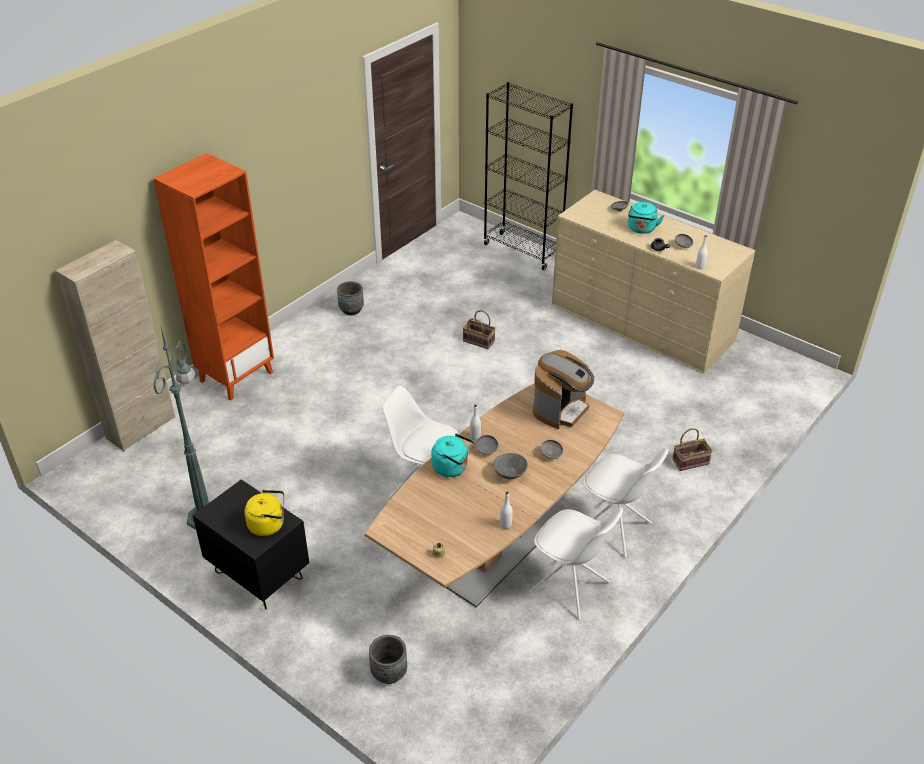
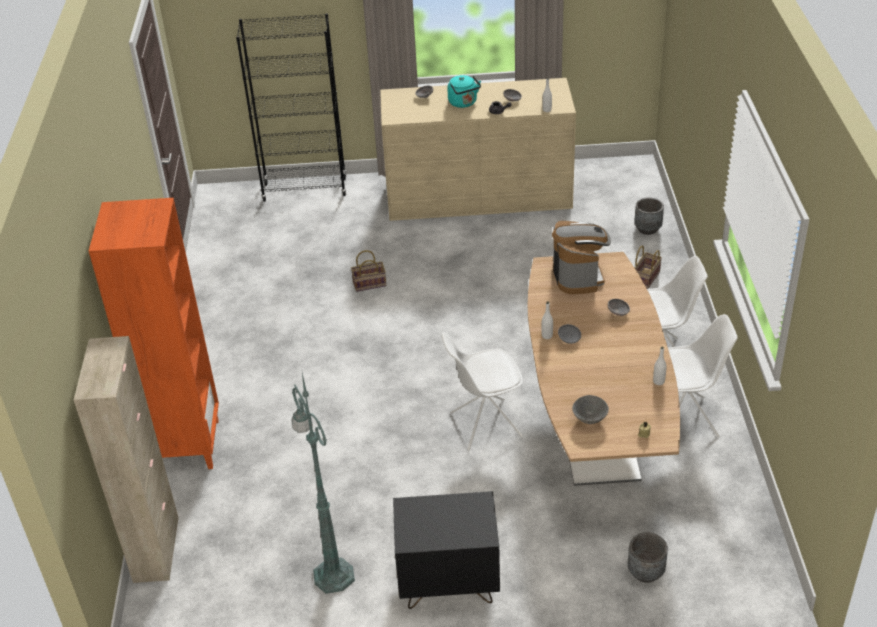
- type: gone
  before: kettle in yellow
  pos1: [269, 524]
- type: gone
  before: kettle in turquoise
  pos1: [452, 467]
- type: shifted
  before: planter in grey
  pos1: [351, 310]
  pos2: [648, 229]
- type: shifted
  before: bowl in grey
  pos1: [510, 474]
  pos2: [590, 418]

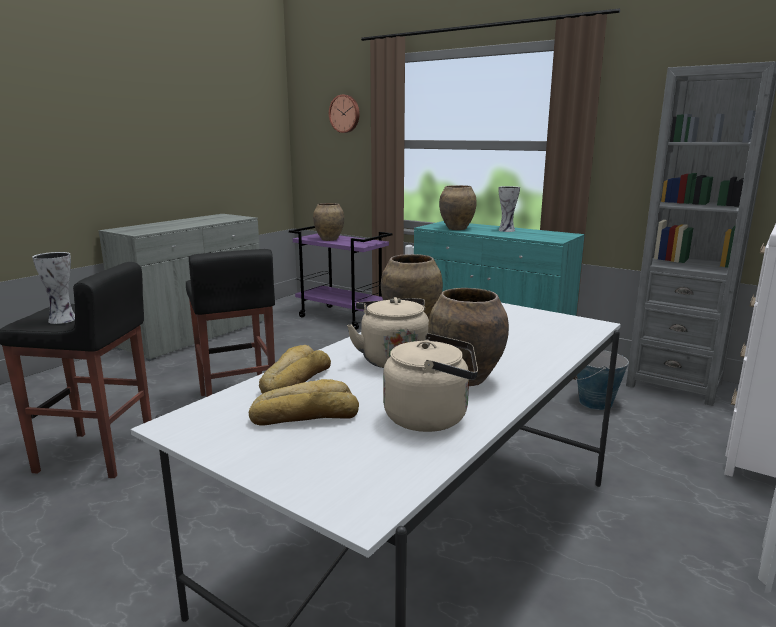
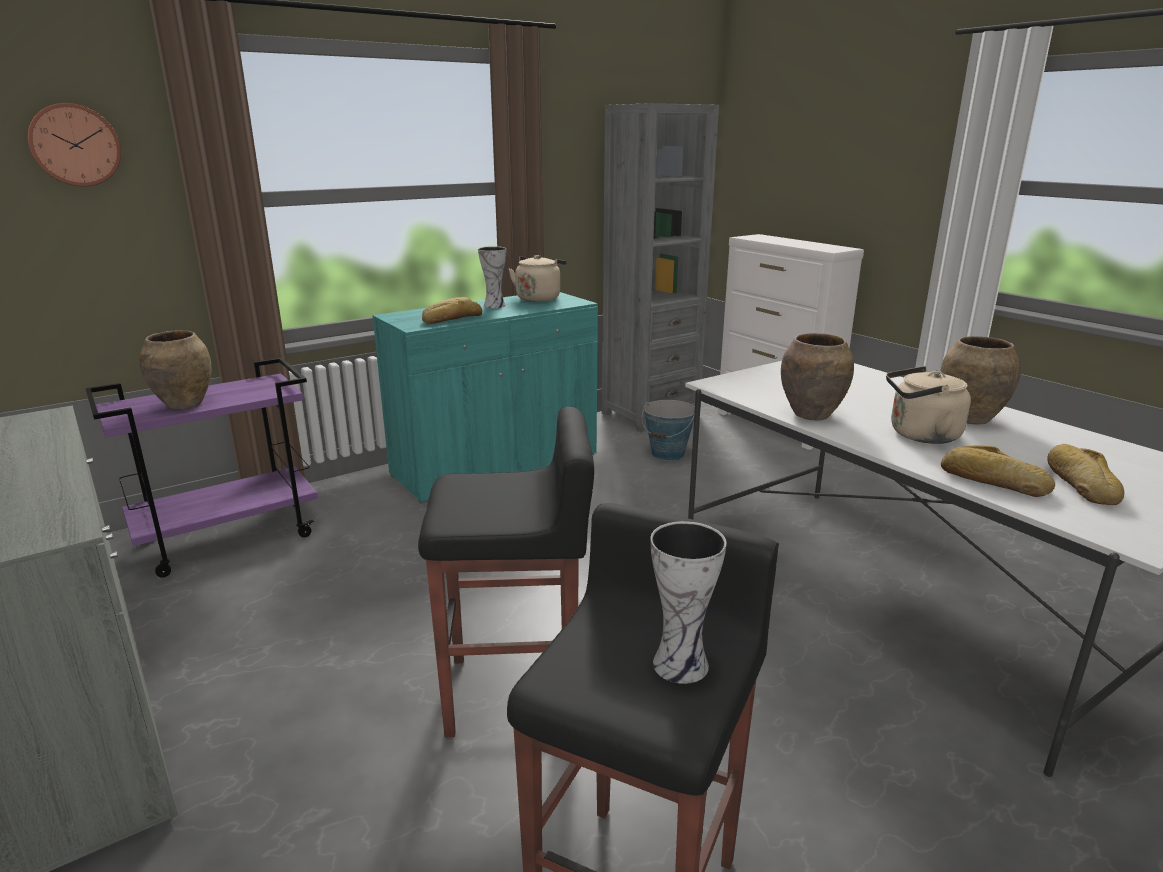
- type: shifted
  before: kettle in beige
  pos1: [431, 417]
  pos2: [539, 298]
- type: swapped
  before: vase in brown
  after: bread
  pos1: [457, 229]
  pos2: [451, 318]

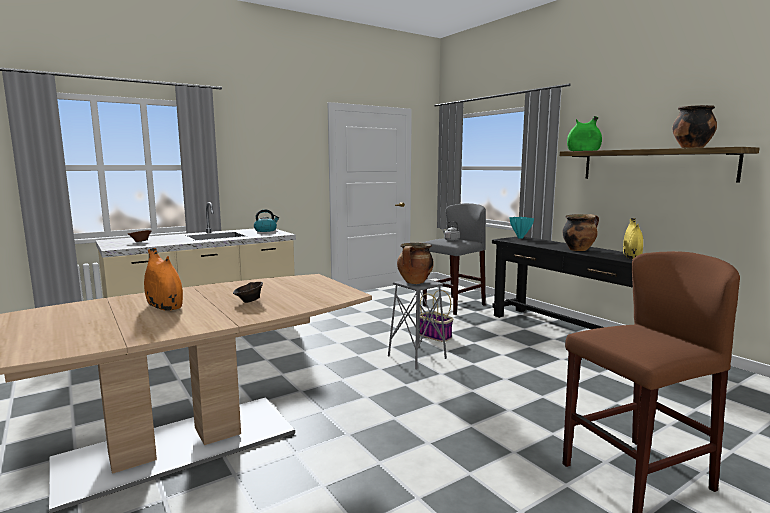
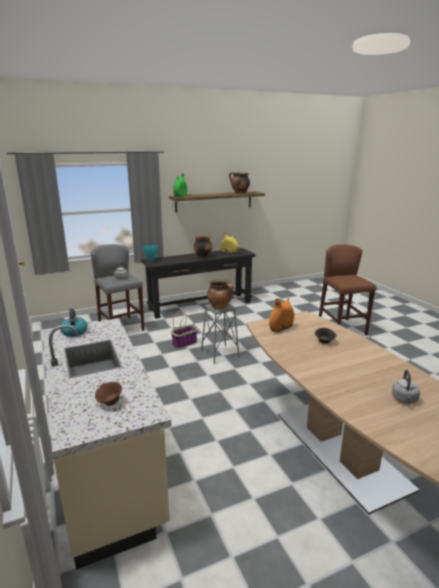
- type: new
  after: kettle in grey
  pos2: [404, 400]
- type: shifted
  before: vase in orange
  pos1: [164, 306]
  pos2: [281, 328]

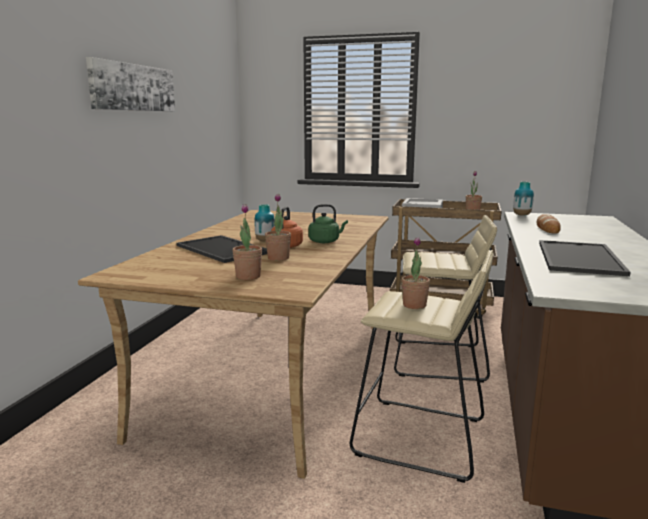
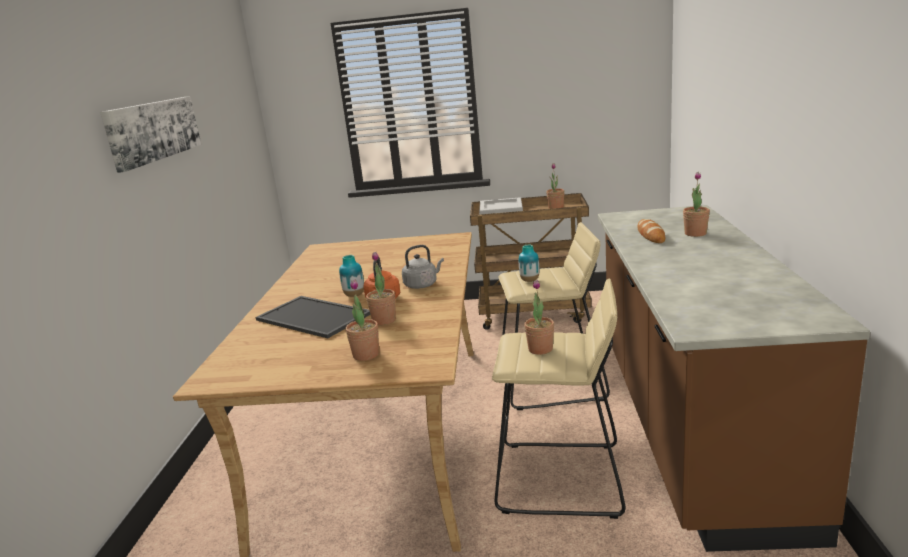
- type: gone
  before: tray
  pos1: [581, 258]
- type: new
  after: potted plant
  pos2: [695, 233]
- type: shifted
  before: vase
  pos1: [521, 215]
  pos2: [529, 280]
- type: repainted
  before: kettle in green
  after: kettle in grey
  pos1: [325, 241]
  pos2: [422, 285]

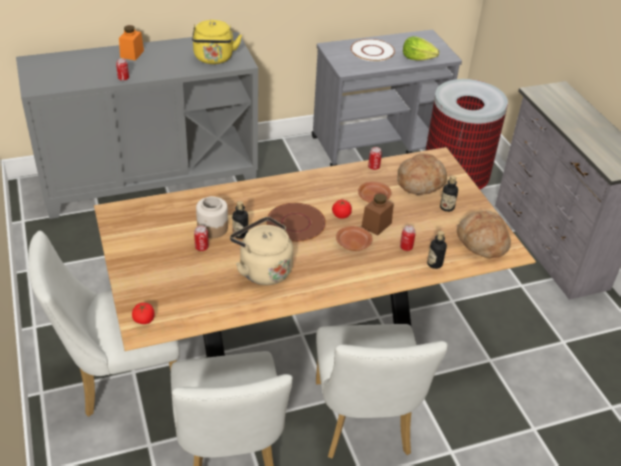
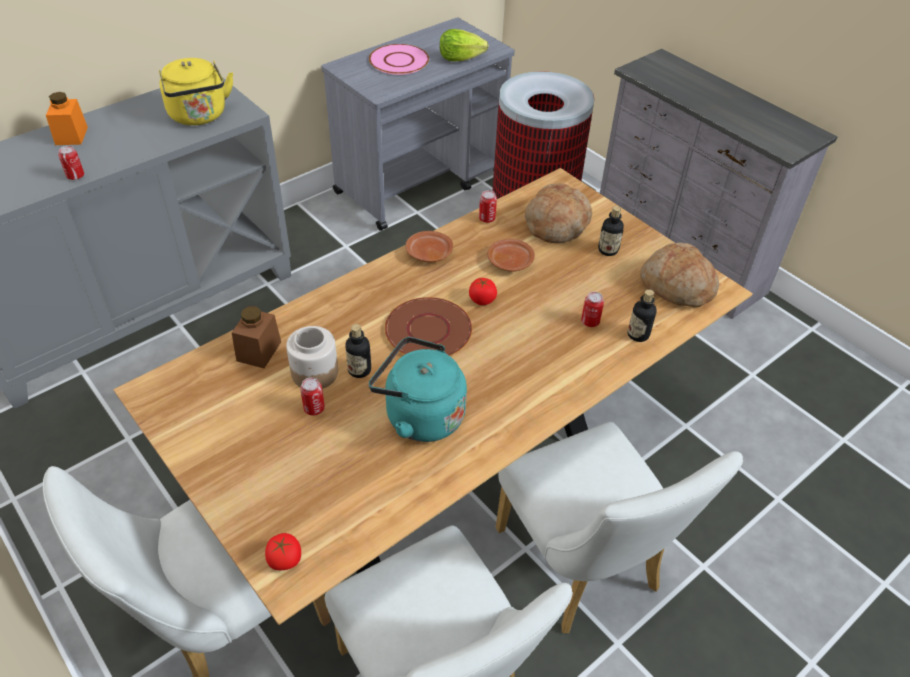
- type: shifted
  before: plate in brown
  pos1: [353, 243]
  pos2: [428, 253]
- type: shifted
  before: jar in brown
  pos1: [376, 225]
  pos2: [259, 351]
- type: repainted
  before: kettle in beige
  after: kettle in turquoise
  pos1: [263, 269]
  pos2: [419, 415]
- type: repainted
  before: plate in white
  after: plate in pink
  pos1: [372, 51]
  pos2: [399, 61]

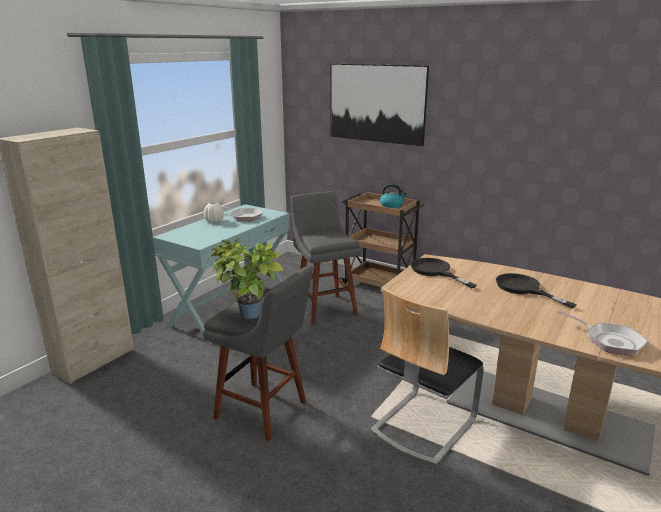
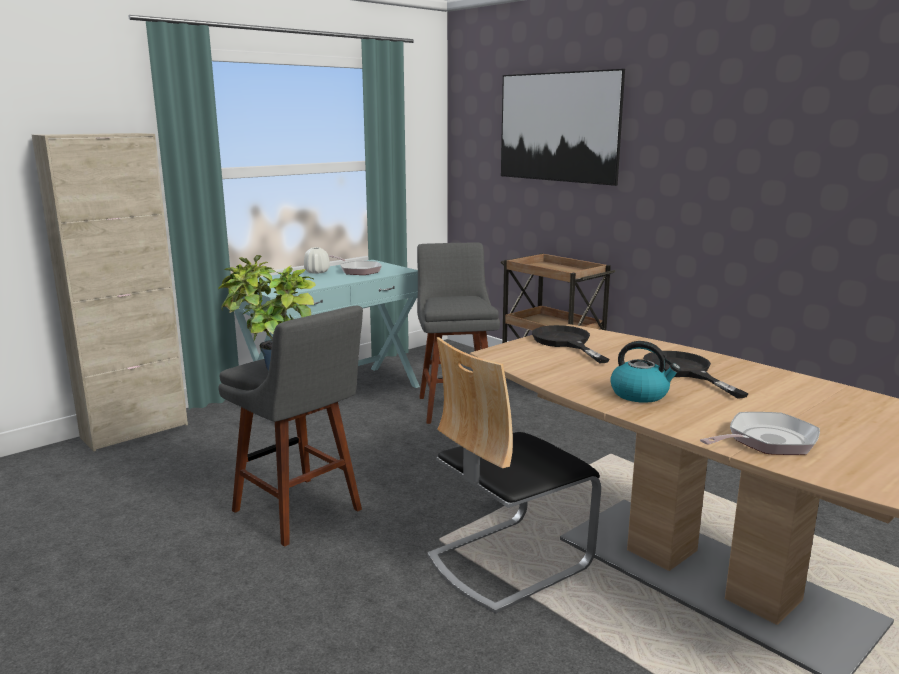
- type: shifted
  before: kettle
  pos1: [391, 205]
  pos2: [640, 394]
- type: rotated
  before: frying pan
  pos1: [609, 341]
  pos2: [766, 441]
  turn: -90

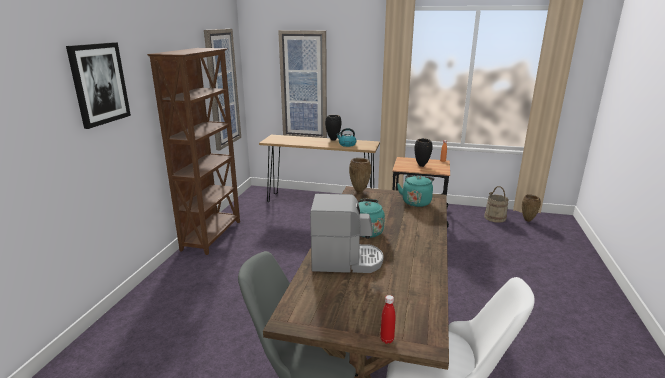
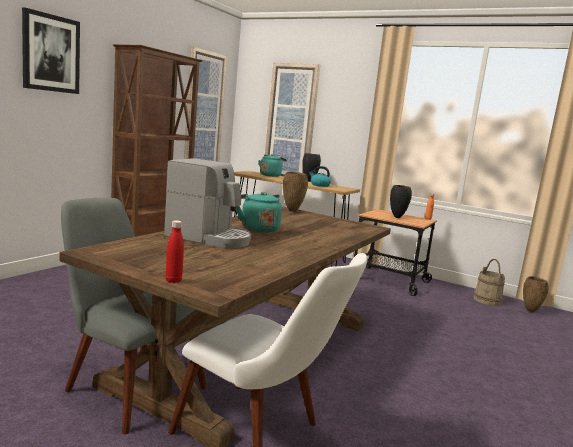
- type: shifted
  before: kettle in turquoise
  pos1: [416, 202]
  pos2: [271, 175]

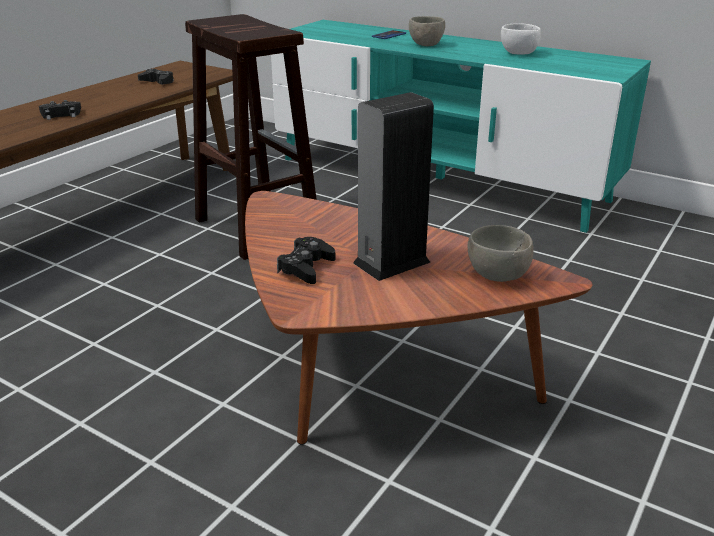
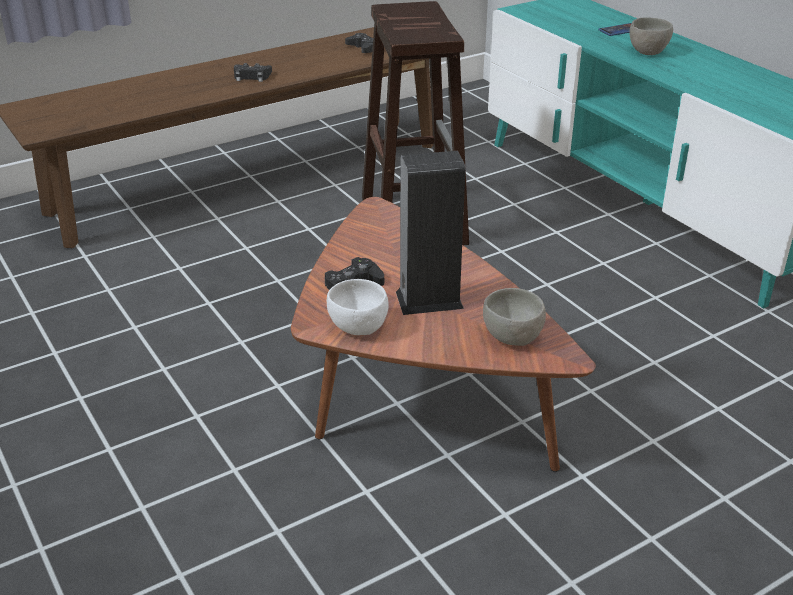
- type: shifted
  before: bowl in white
  pos1: [519, 53]
  pos2: [358, 328]

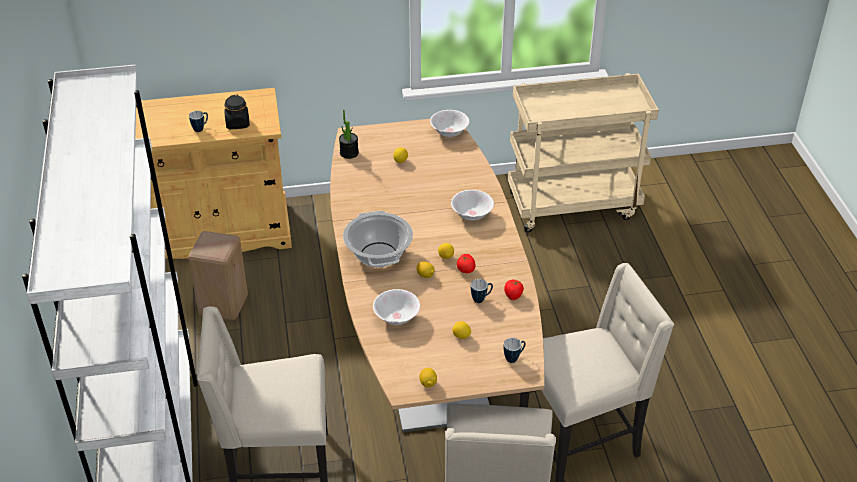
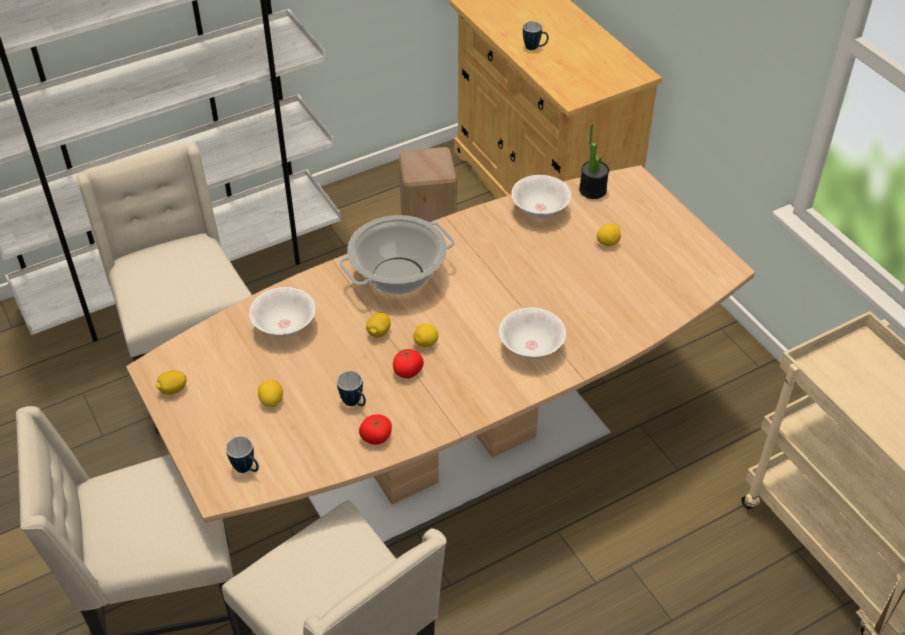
- type: gone
  before: jar in black
  pos1: [237, 123]
- type: shifted
  before: bowl in white
  pos1: [449, 132]
  pos2: [540, 210]

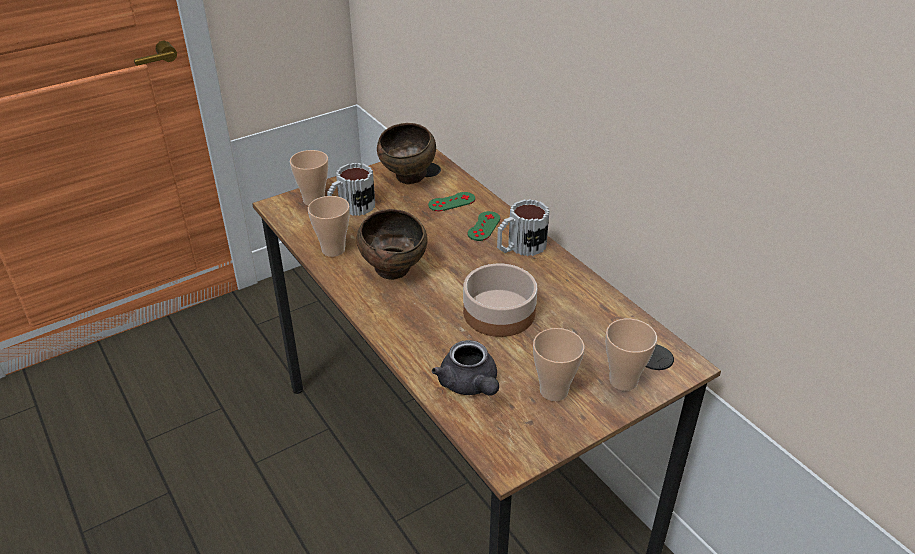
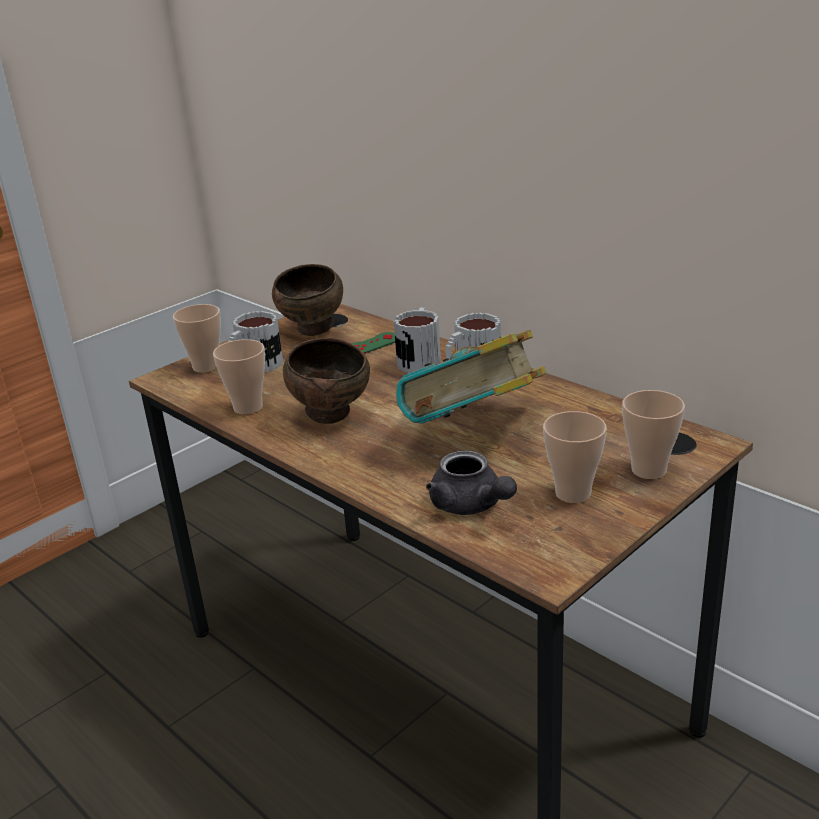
- type: swapped
  before: bowl
  after: book
  pos1: [500, 312]
  pos2: [475, 432]
- type: swapped
  before: game controller in green
  after: mug
  pos1: [484, 226]
  pos2: [420, 359]

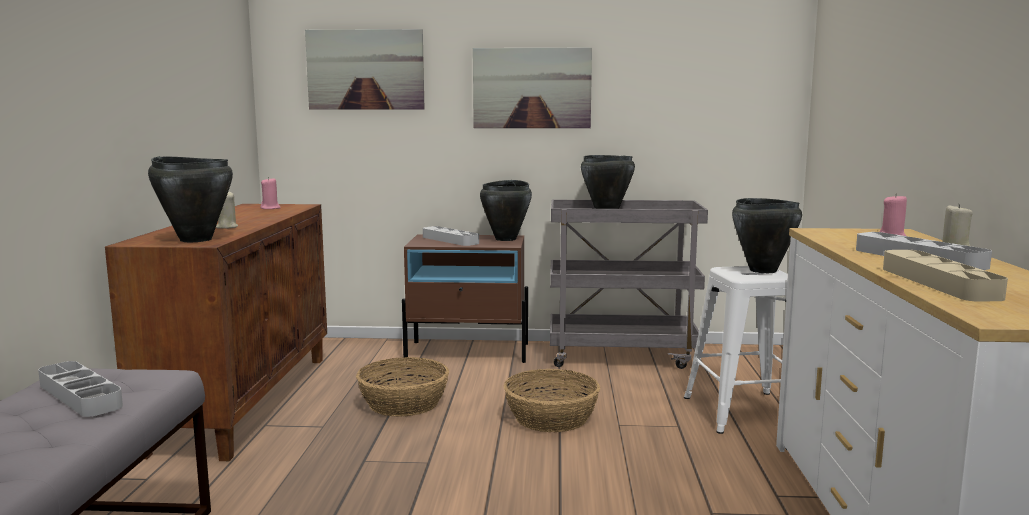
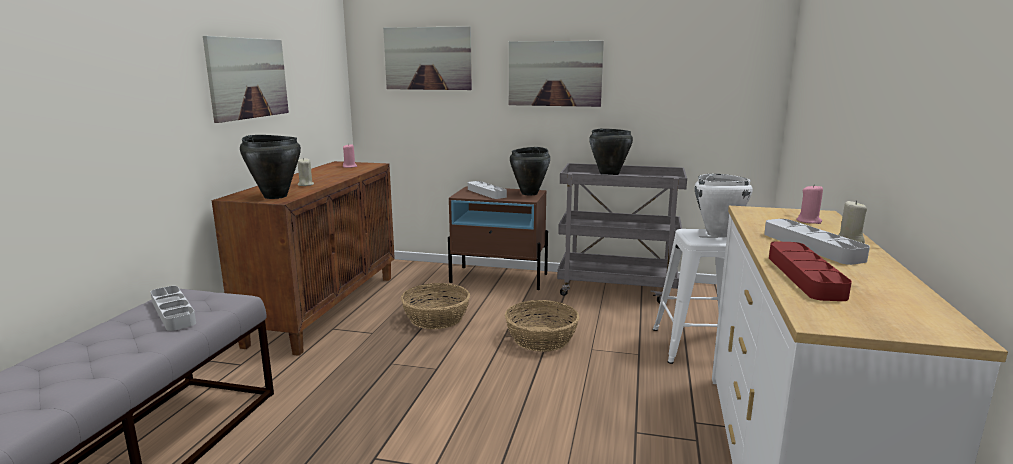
- type: new
  after: picture
  pos2: [248, 78]
- type: repainted
  before: cooking pot in black
  after: cooking pot in white
  pos1: [763, 270]
  pos2: [718, 234]
- type: repainted
  before: tray in beige
  after: tray in red
  pos1: [938, 283]
  pos2: [804, 276]

